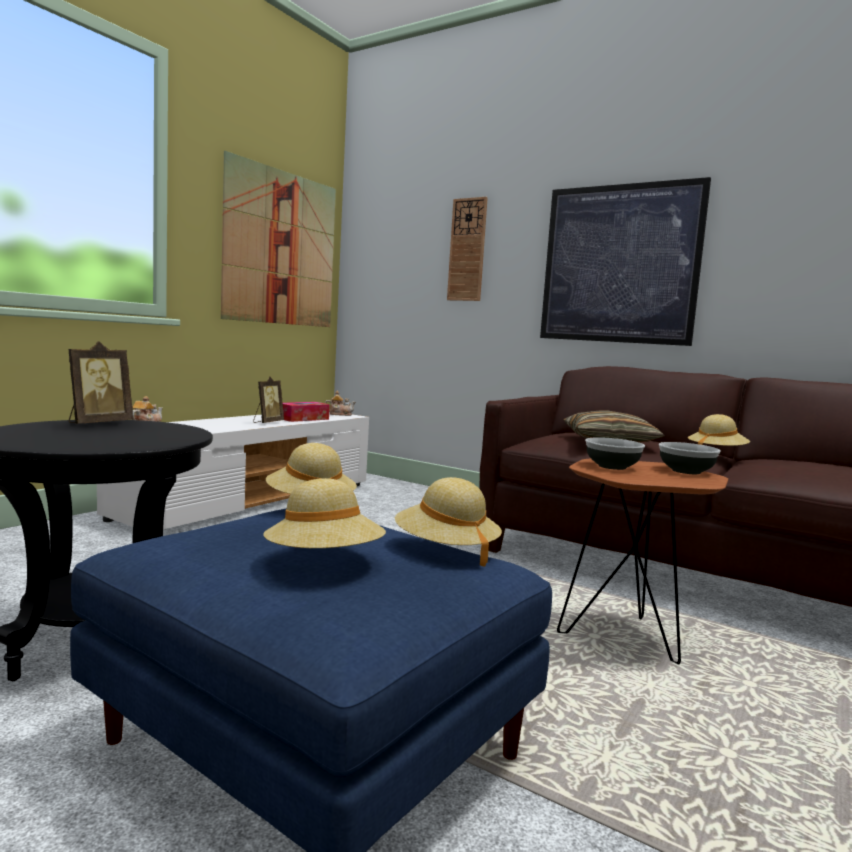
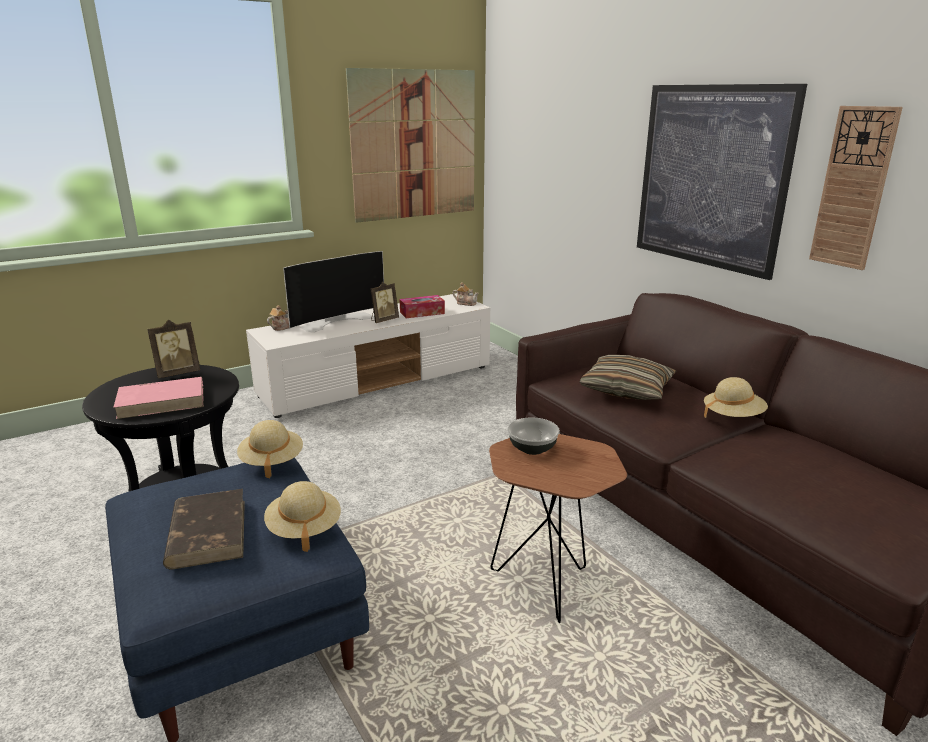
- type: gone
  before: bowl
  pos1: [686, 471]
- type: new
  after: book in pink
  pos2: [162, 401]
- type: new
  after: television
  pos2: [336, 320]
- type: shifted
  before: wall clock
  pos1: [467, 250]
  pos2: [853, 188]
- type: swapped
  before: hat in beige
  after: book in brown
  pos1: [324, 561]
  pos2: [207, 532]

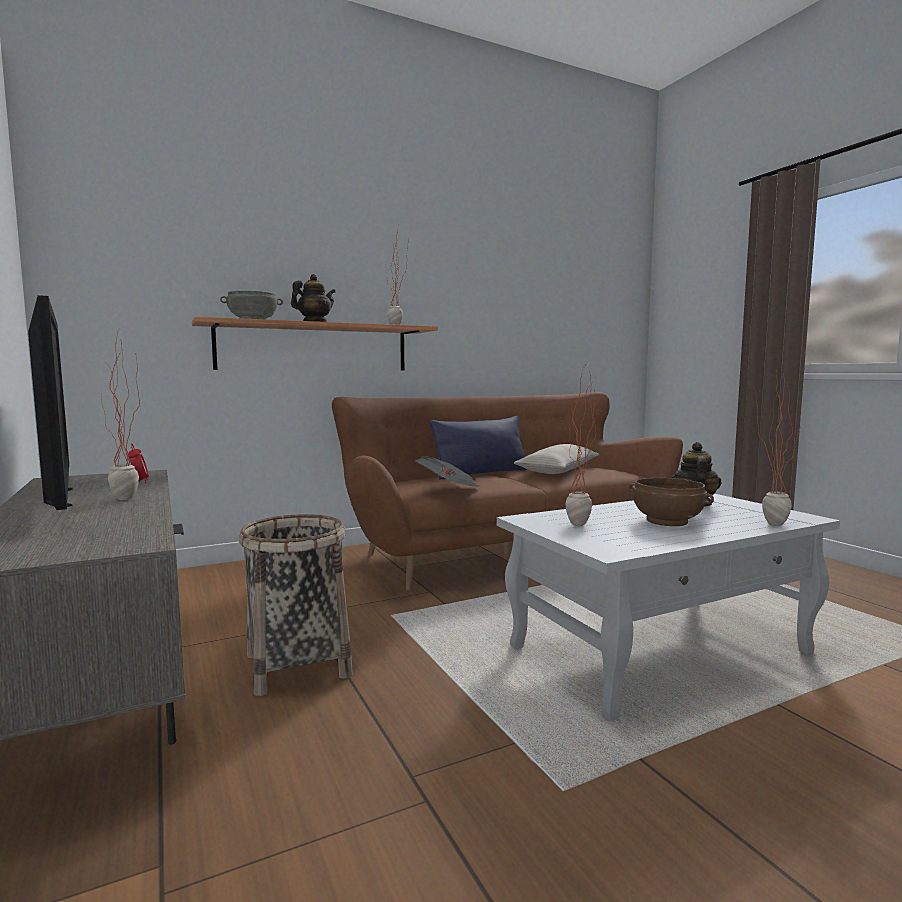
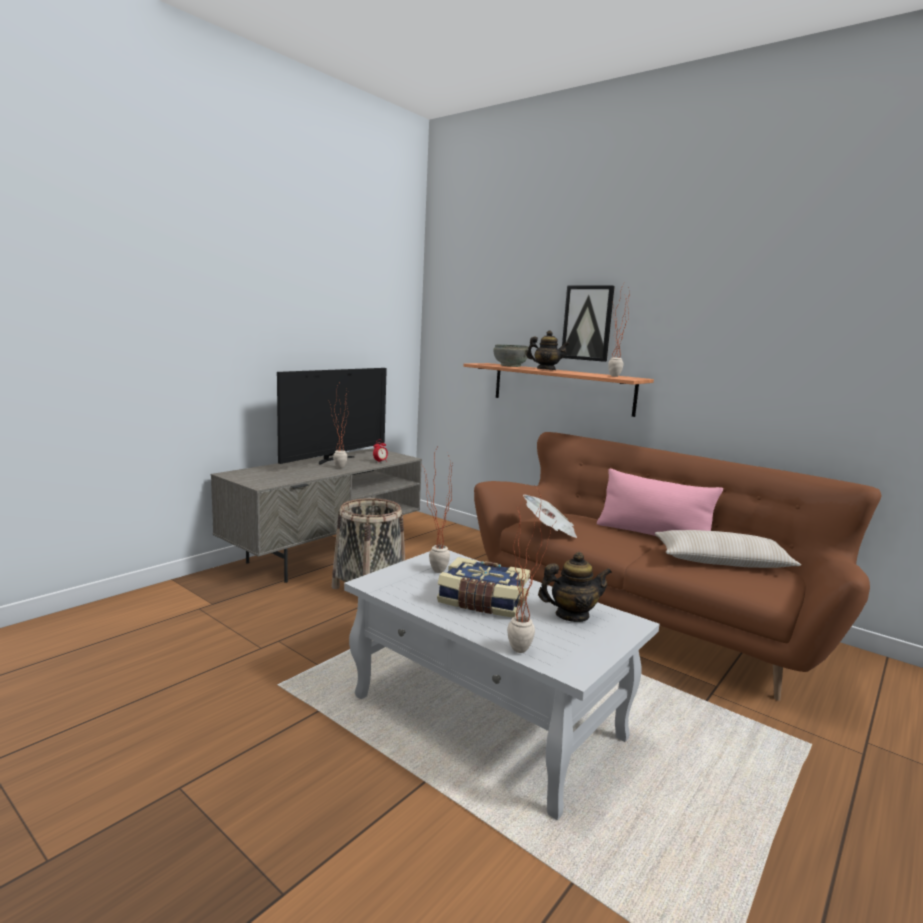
- type: new
  after: picture
  pos2: [587, 323]
- type: swapped
  before: bowl in brown
  after: book
  pos1: [666, 521]
  pos2: [482, 602]
- type: repainted
  before: pillow in blue
  after: pillow in pink
  pos1: [482, 473]
  pos2: [653, 535]

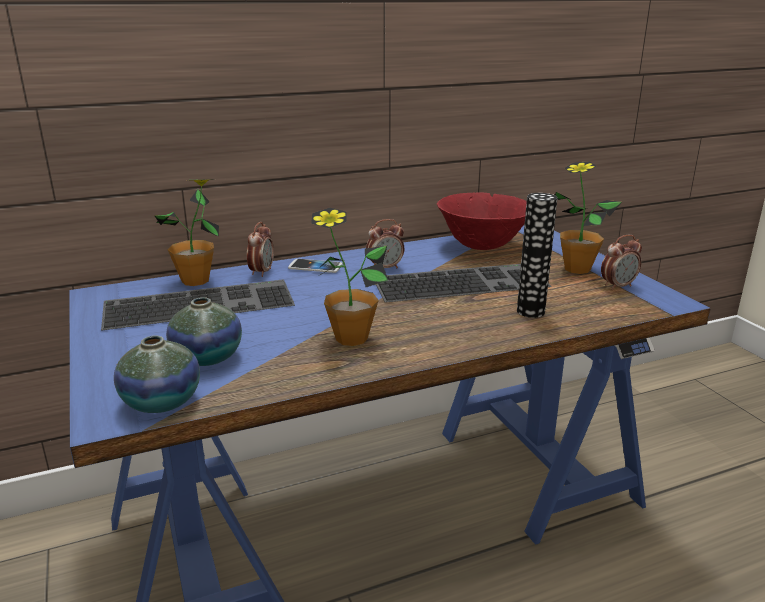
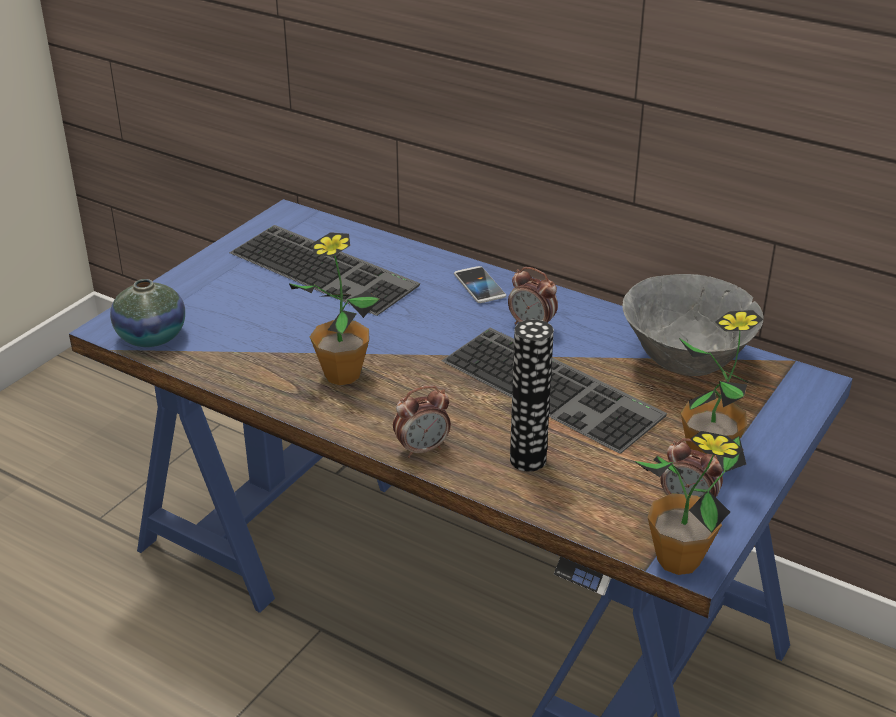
- type: gone
  before: vase
  pos1: [207, 357]
- type: shifted
  before: potted plant
  pos1: [195, 281]
  pos2: [678, 560]
- type: shifted
  before: alarm clock
  pos1: [261, 272]
  pos2: [422, 449]
- type: repainted
  before: bowl in red
  after: bowl in grey
  pos1: [481, 247]
  pos2: [685, 364]

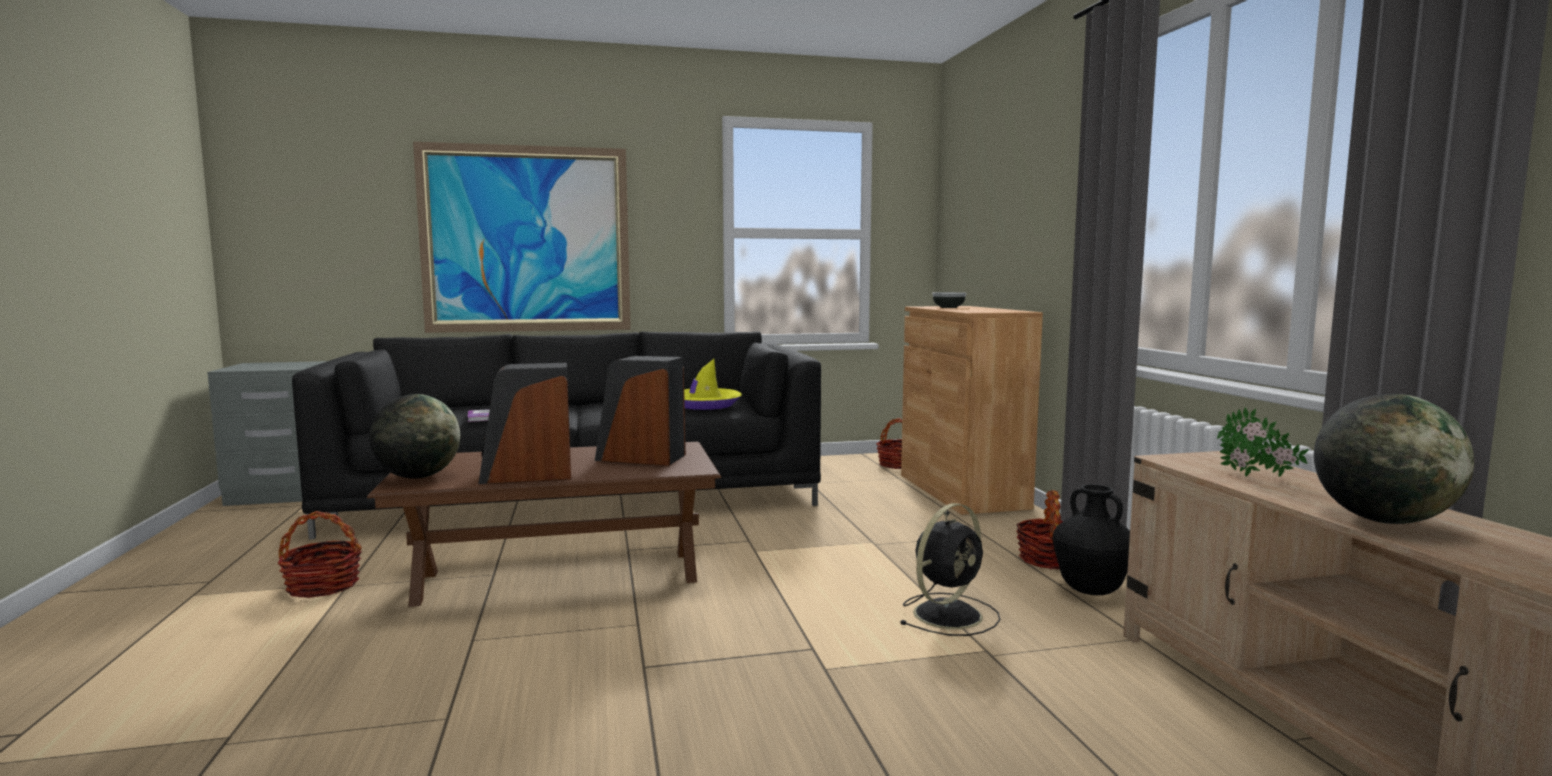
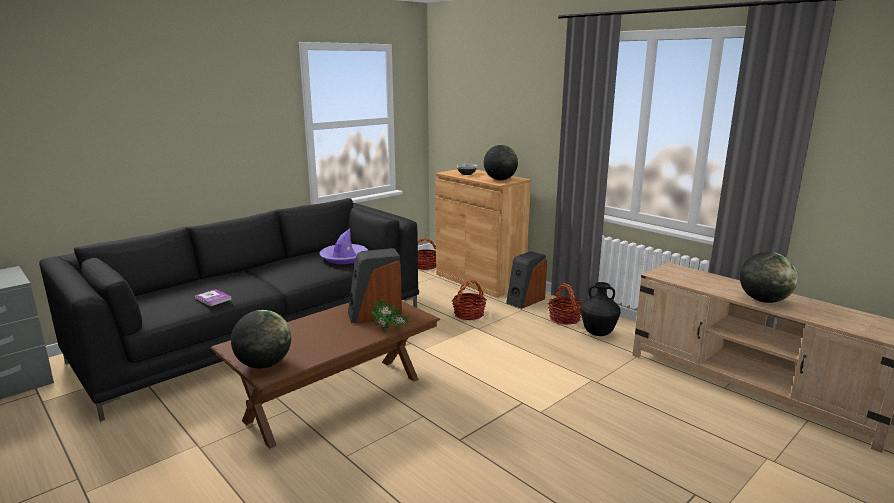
- type: gone
  before: picture
  pos1: [526, 239]
- type: gone
  before: fan in black
  pos1: [949, 614]
- type: new
  after: globe
  pos2: [500, 180]
- type: shifted
  before: basket
  pos1: [322, 586]
  pos2: [469, 314]
- type: shifted
  before: speaker
  pos1: [527, 475]
  pos2: [525, 300]
- type: shifted
  before: potted plant
  pos1: [1257, 477]
  pos2: [390, 330]
- type: repainted
  before: hat in yellow
  after: hat in purple
  pos1: [705, 405]
  pos2: [344, 258]

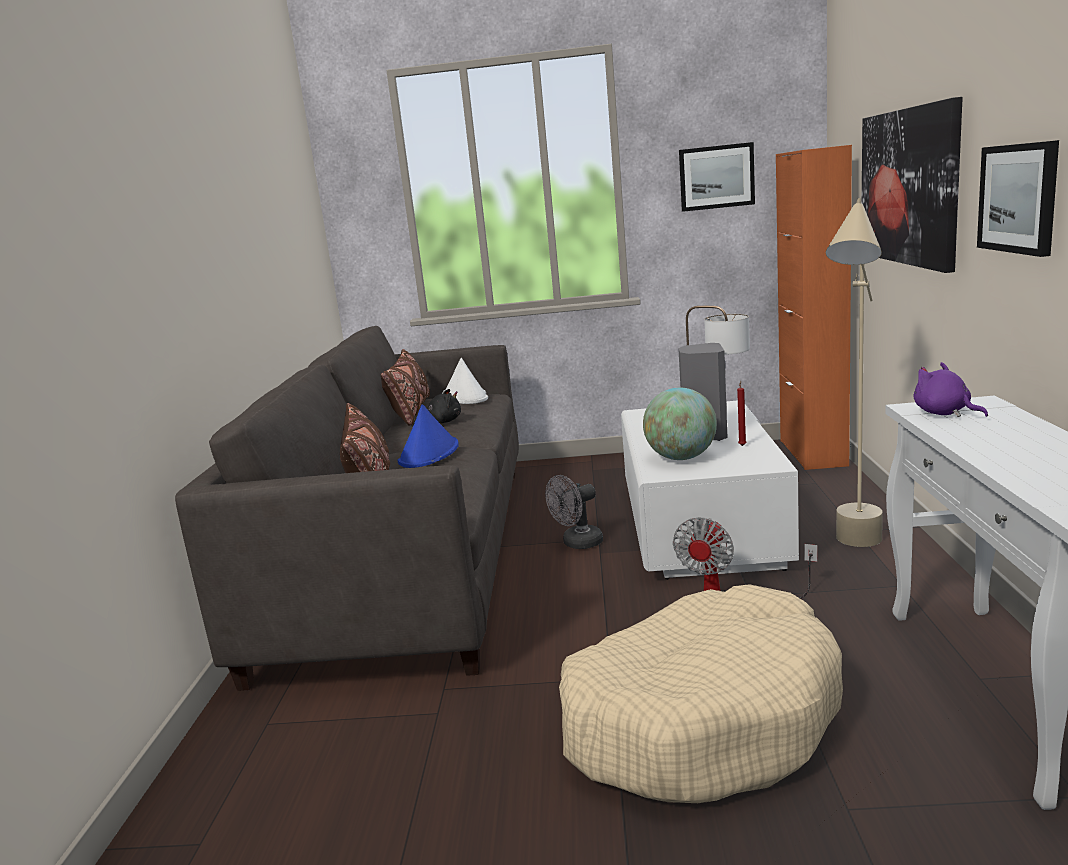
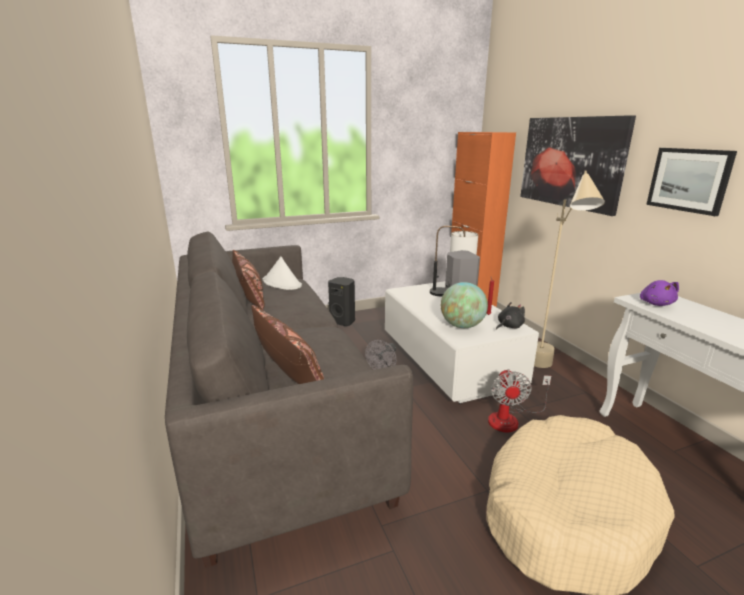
- type: gone
  before: hat in blue
  pos1: [429, 454]
- type: gone
  before: picture
  pos1: [716, 177]
- type: new
  after: speaker in black
  pos2: [343, 321]
- type: shifted
  before: plush toy in black
  pos1: [442, 422]
  pos2: [508, 326]
- type: rotated
  before: plush toy in purple
  pos1: [944, 413]
  pos2: [655, 303]
  turn: -120

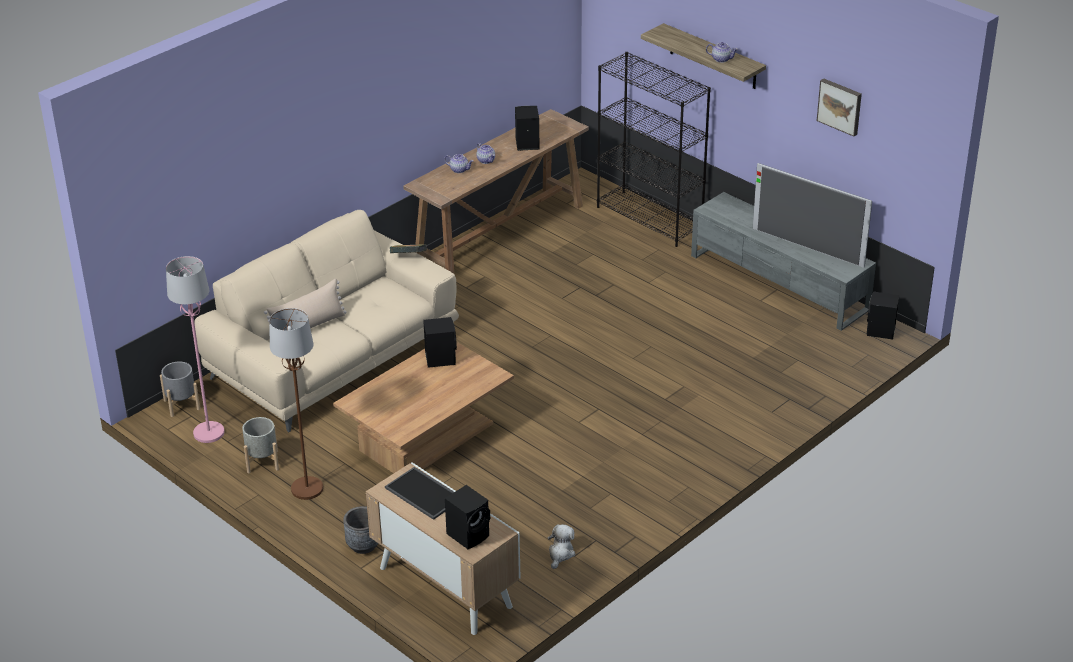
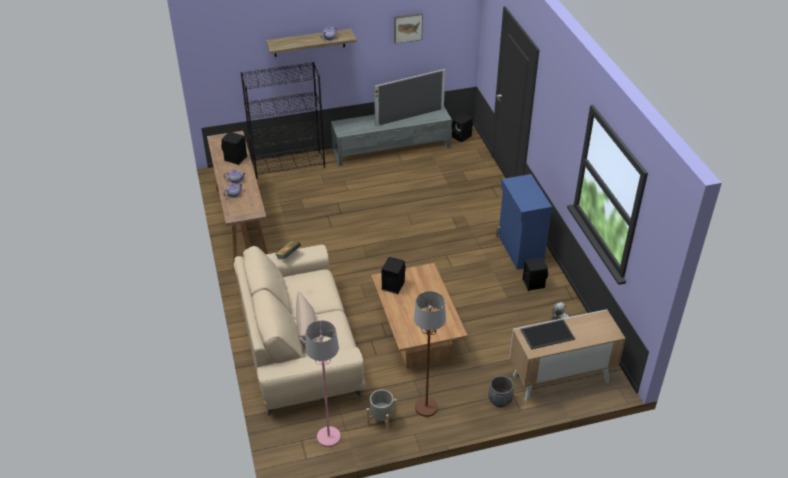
- type: gone
  before: planter in grey
  pos1: [181, 405]
- type: new
  after: cabinet in blue
  pos2: [519, 250]
- type: shifted
  before: speaker in black
  pos1: [469, 534]
  pos2: [533, 283]

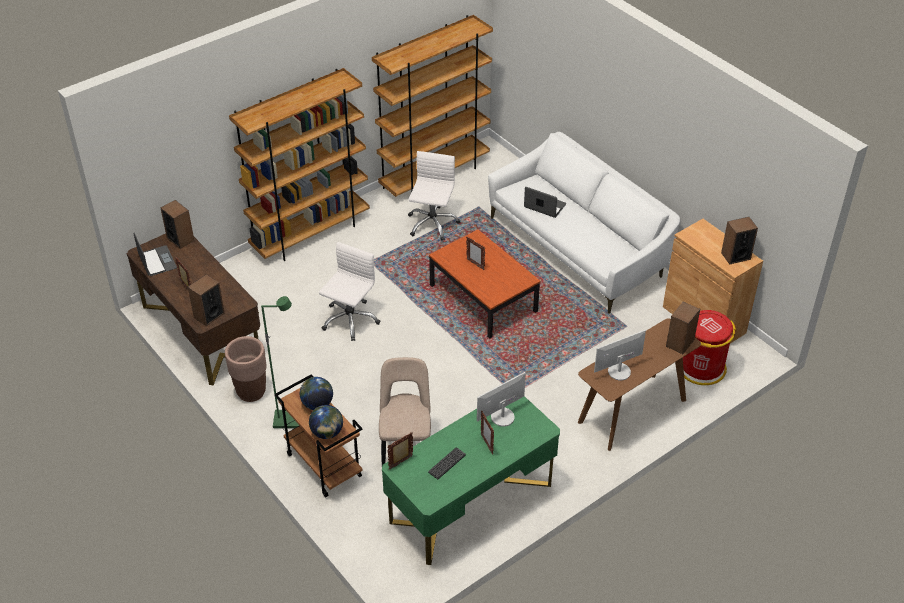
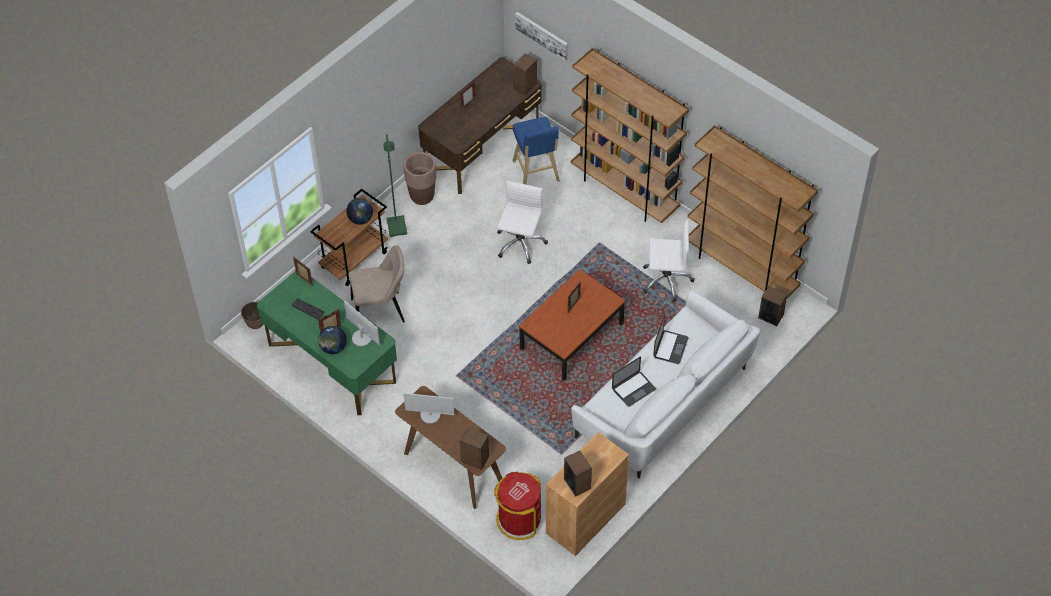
- type: new
  after: planter
  pos2: [256, 324]
- type: new
  after: stool in blue
  pos2: [536, 173]
- type: new
  after: picture
  pos2: [542, 35]
- type: shifted
  before: laptop
  pos1: [157, 261]
  pos2: [633, 389]
- type: shifted
  before: speaker
  pos1: [209, 315]
  pos2: [770, 316]
- type: shifted
  before: globe
  pos1: [327, 433]
  pos2: [333, 348]
- type: rotated
  before: office chair in white
  pos1: [350, 320]
  pos2: [520, 243]
  turn: -90
- type: rotated
  before: monitor
  pos1: [618, 371]
  pos2: [430, 415]
  turn: 135

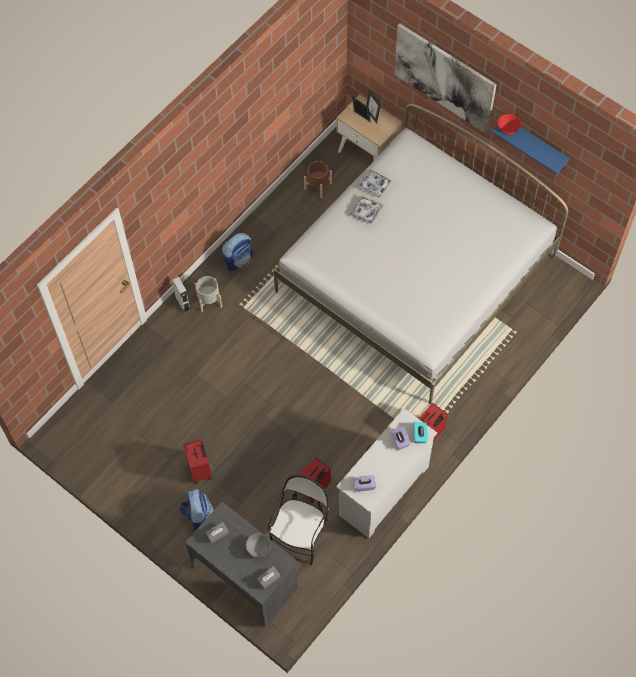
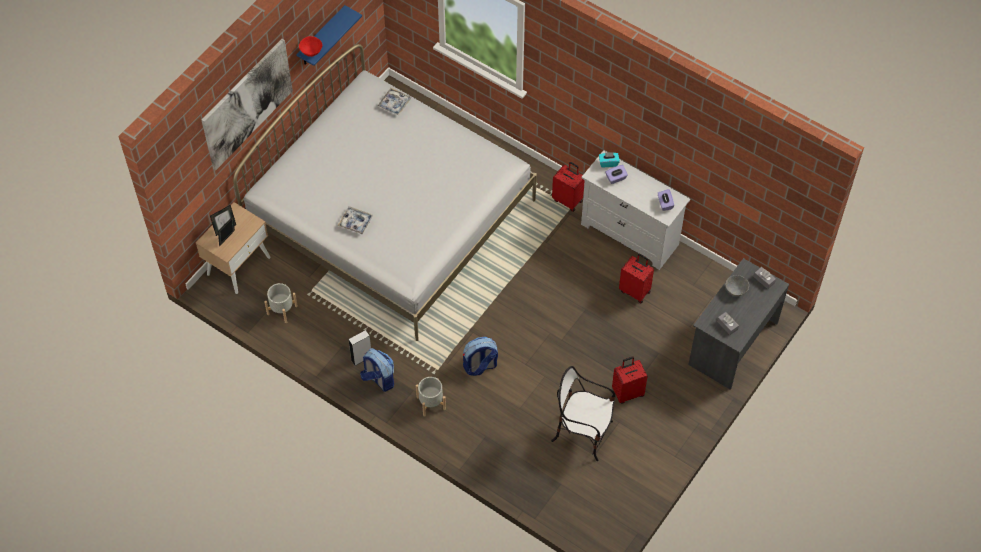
- type: shifted
  before: speaker in grey
  pos1: [183, 304]
  pos2: [361, 358]
- type: shifted
  before: backpack
  pos1: [198, 516]
  pos2: [480, 366]
- type: shifted
  before: chair
  pos1: [300, 535]
  pos2: [582, 433]
- type: shifted
  before: tray
  pos1: [374, 185]
  pos2: [394, 103]
- type: repainted
  before: planter in brown
  after: planter in grey
  pos1: [318, 186]
  pos2: [282, 310]

